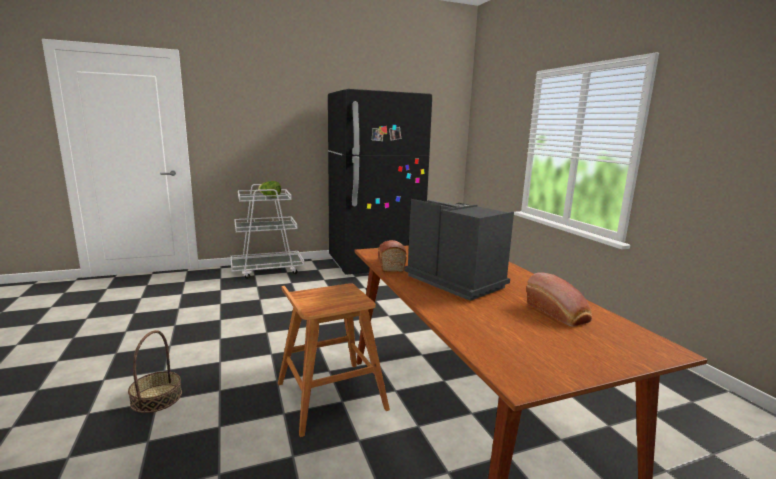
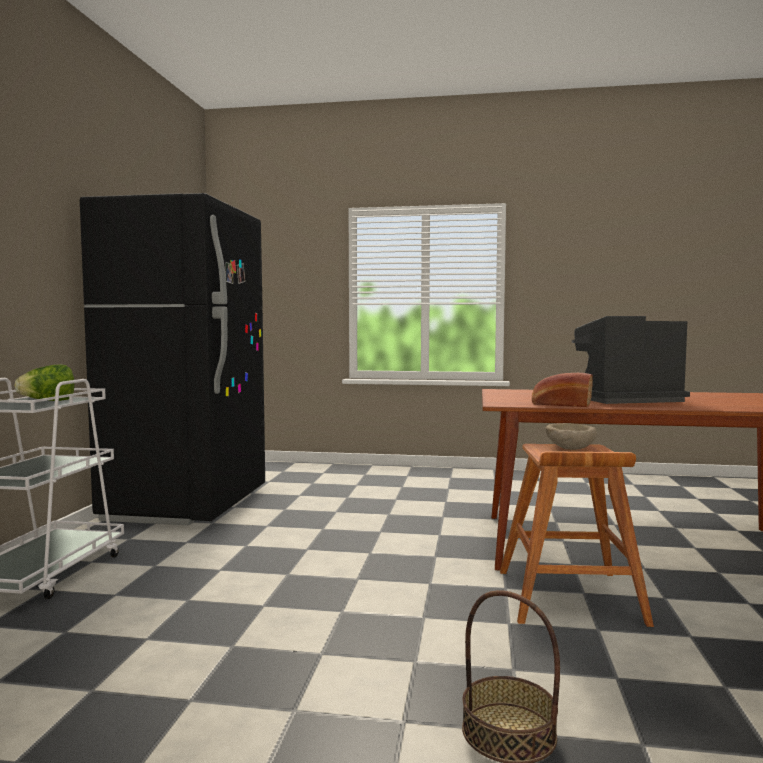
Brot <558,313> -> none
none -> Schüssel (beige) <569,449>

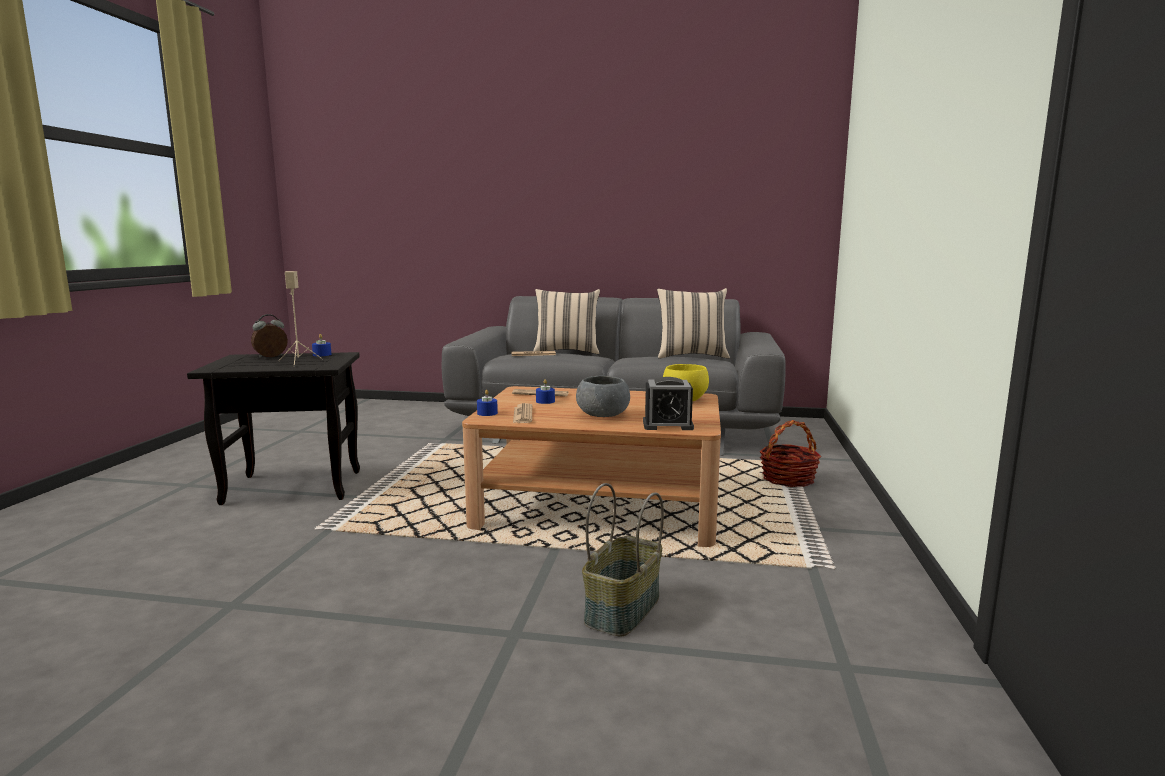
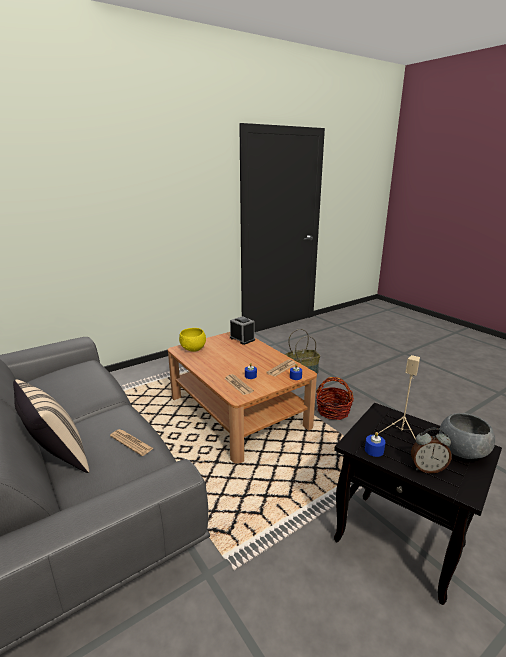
Kissen (beige) <691,356> -> none
Schüssel (grau) <603,415> -> Schüssel (grau) <462,451>, relocated
Korb <788,479> -> Korb <333,411>, relocated

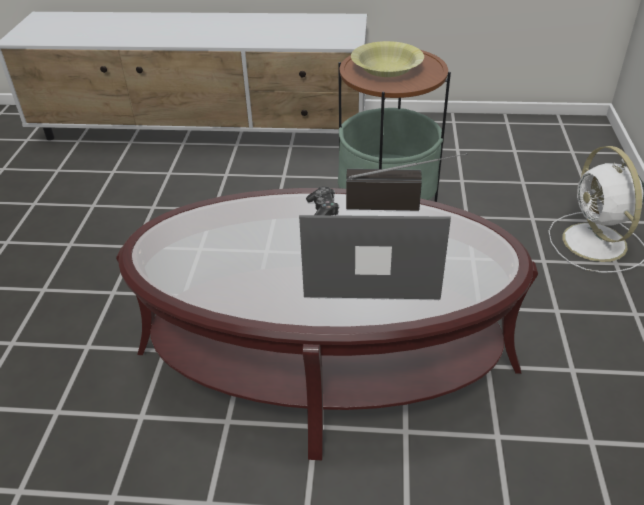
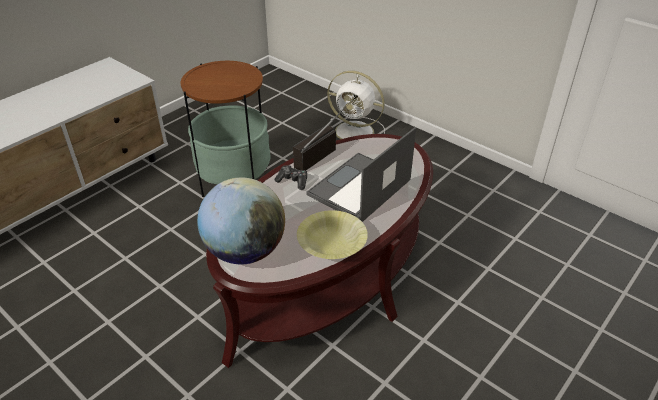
none -> Globus <245,251>
Schüssel (gelb) <386,69> -> Schüssel (gelb) <332,243>, relocated

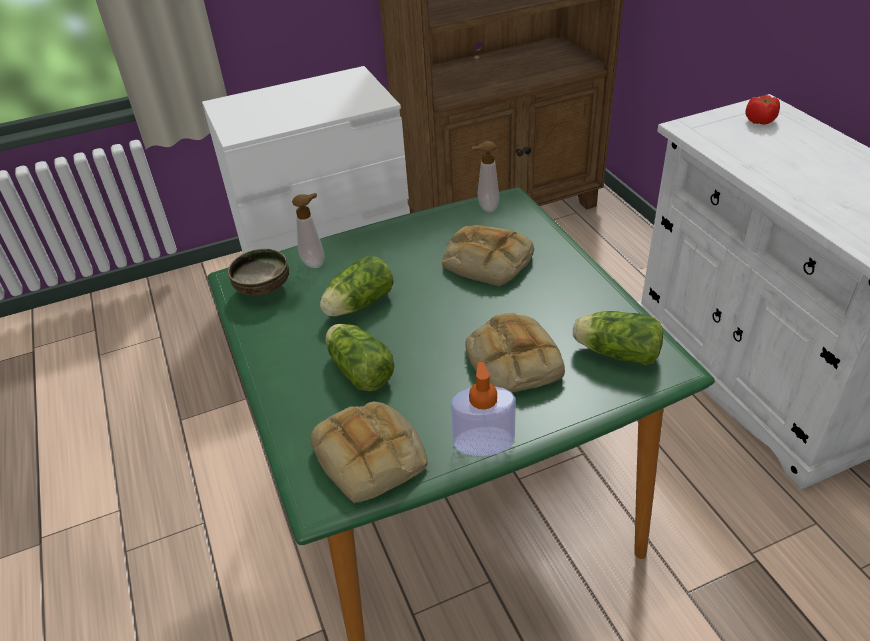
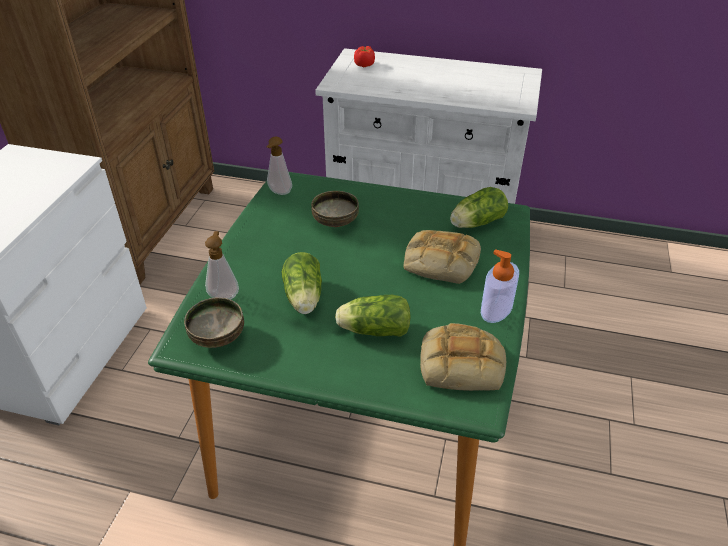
Brot <485,262> -> Schüssel <335,222>

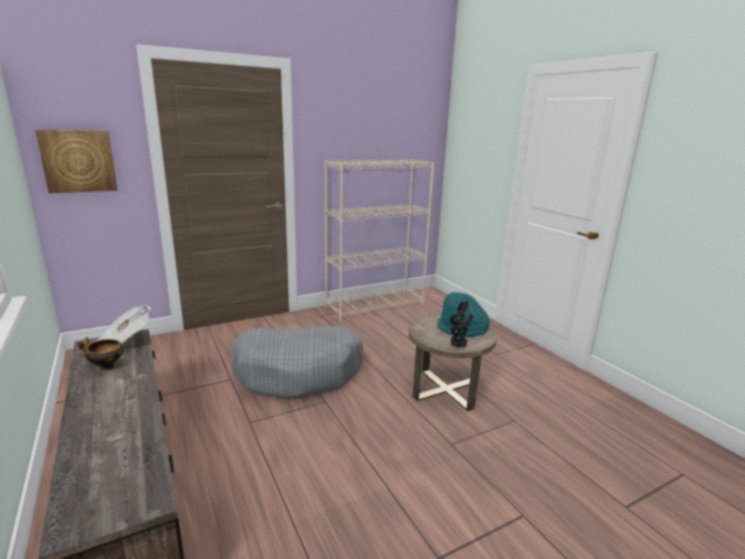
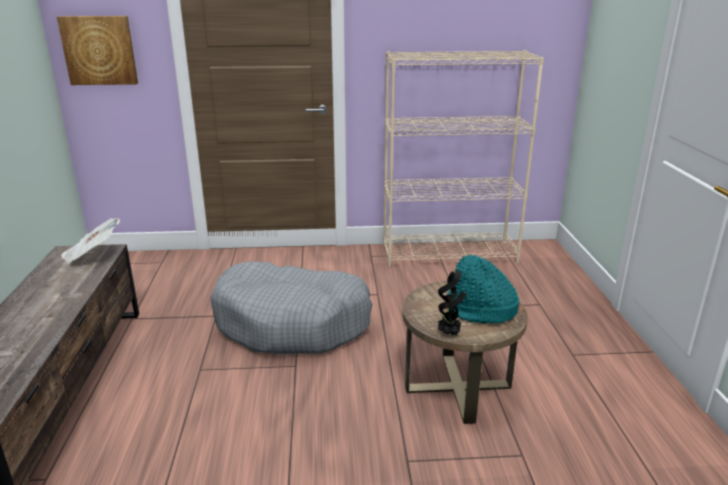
Schüssel <105,367> -> none

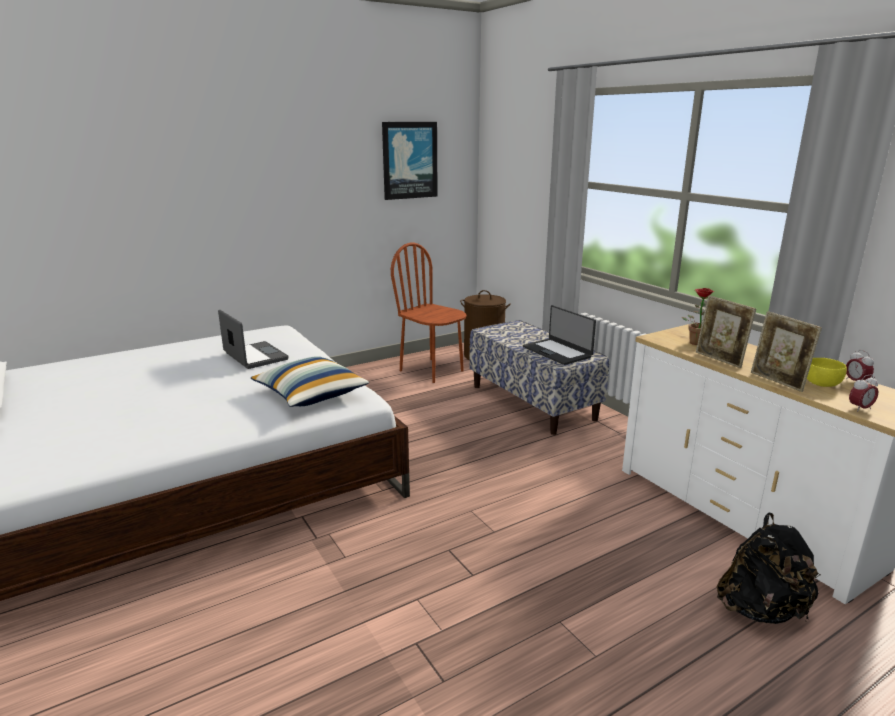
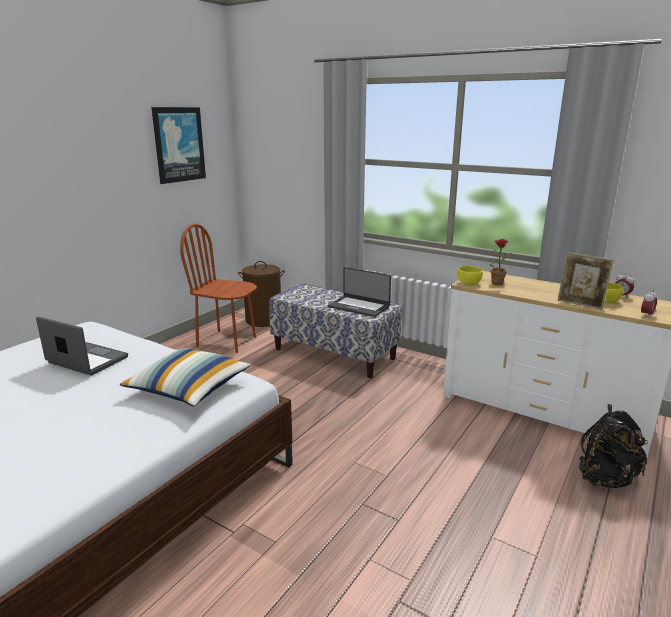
Bilderrahmen <719,360> -> none
none -> Schüssel (gelb) <469,283>

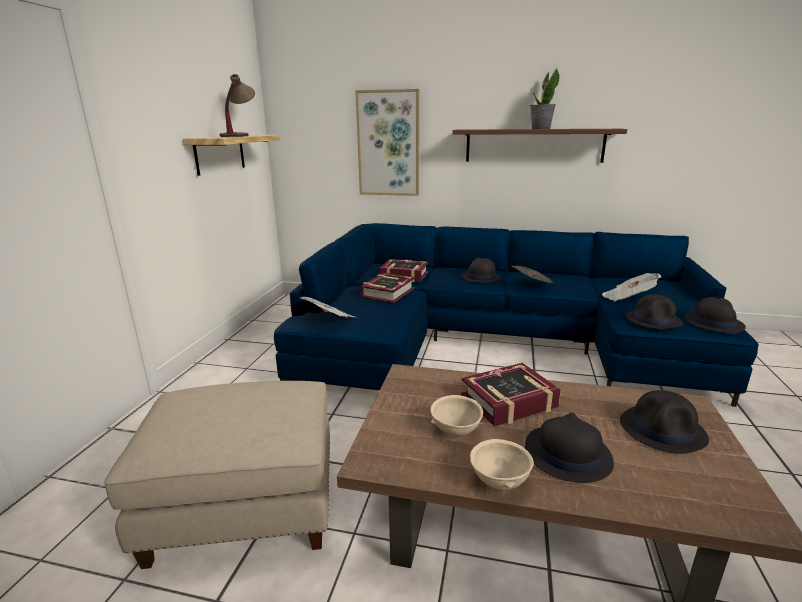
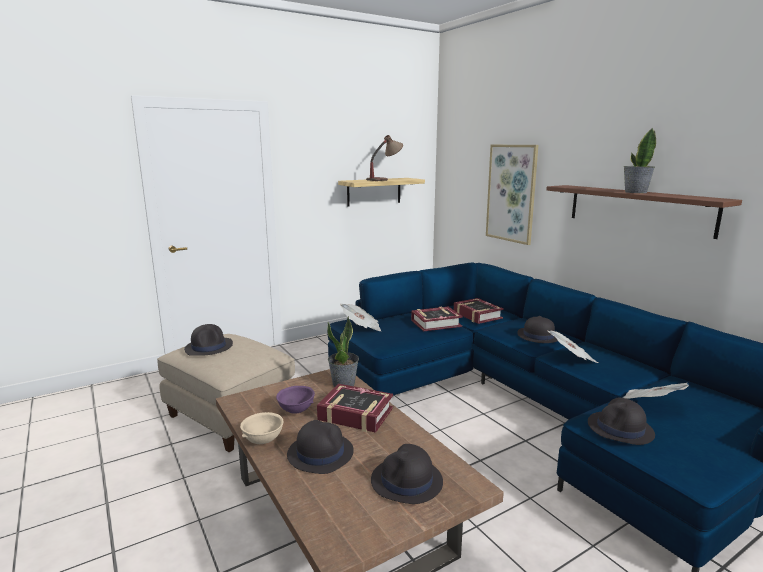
none -> Topfpflanze <344,384>
Hut (schwarz) <713,322> -> Hut (schwarz) <209,347>, relocated
Schüssel (beige) <456,431> -> Schüssel (lila) <296,411>

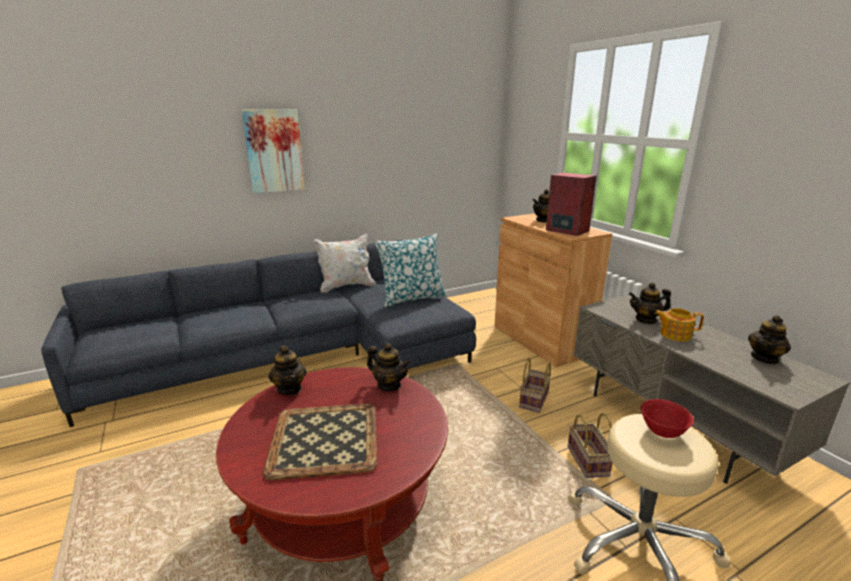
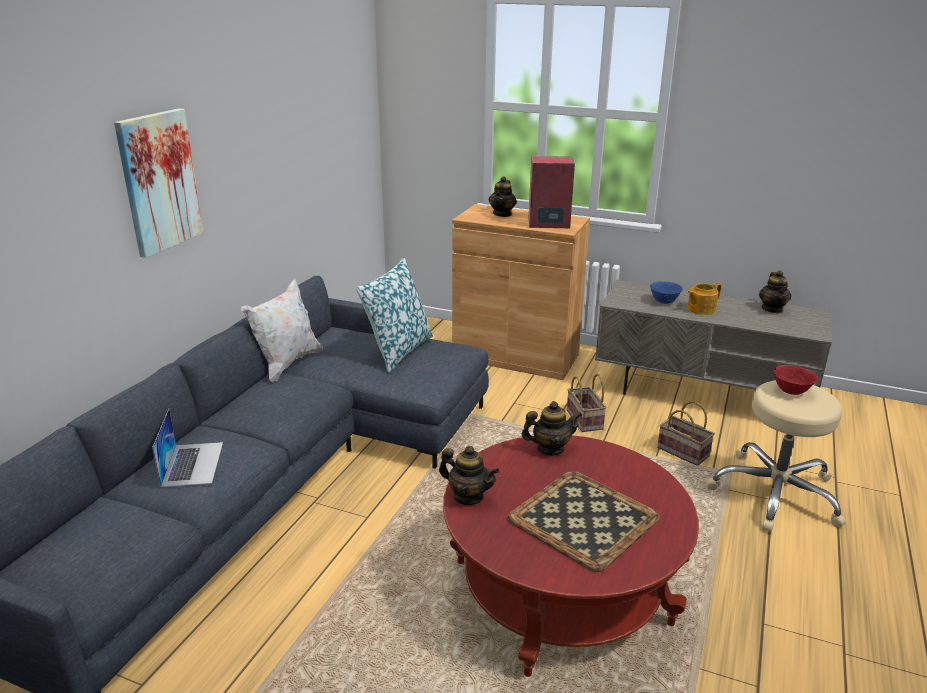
none -> Laptop <192,463>
Teekanne <646,319> -> Schüssel (blau) <664,302>

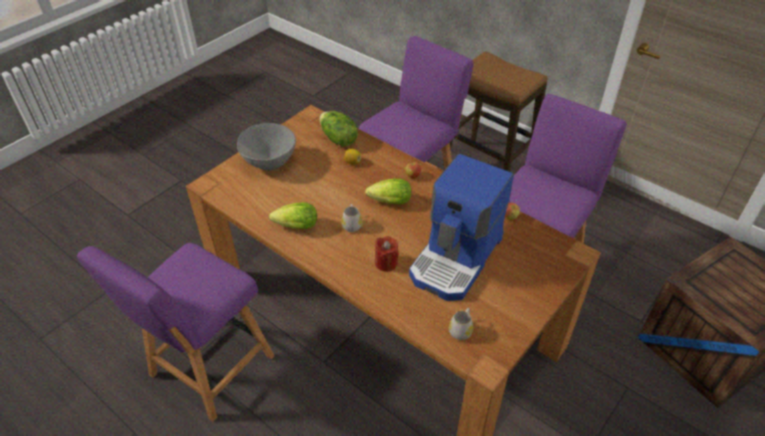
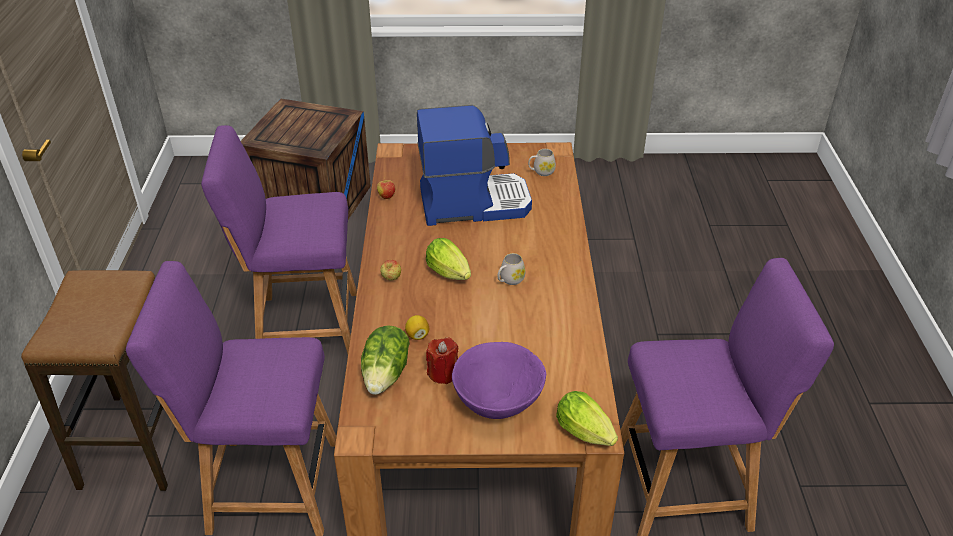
Salatkopf <294,226> -> Salatkopf <587,434>, relocated
Kerze (rot) <386,263> -> Kerze (rot) <443,373>, relocated
Schüssel (grau) <269,163> -> Schüssel (lila) <498,405>

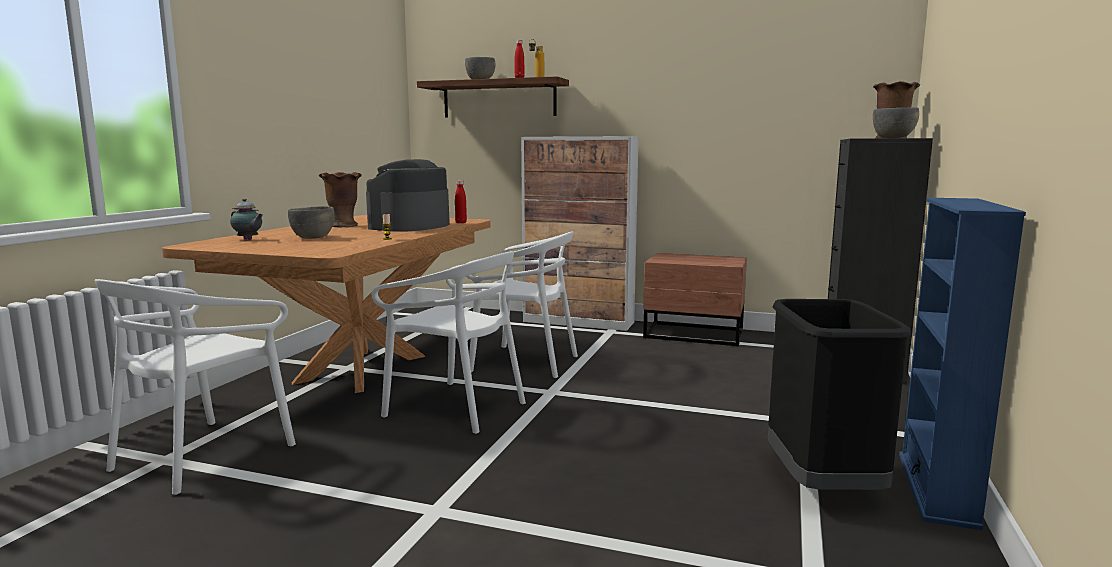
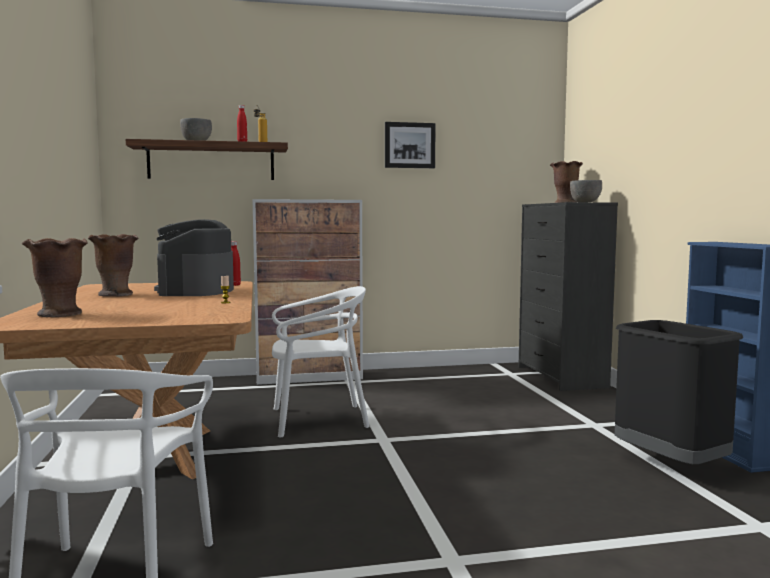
Schüssel (grau) <313,238> -> none
Stuhl (weiß) <456,408> -> none
Nachttisch (braun) <695,335> -> none
none -> Bild <409,145>
Teekanne <248,239> -> Vase (braun) <60,314>

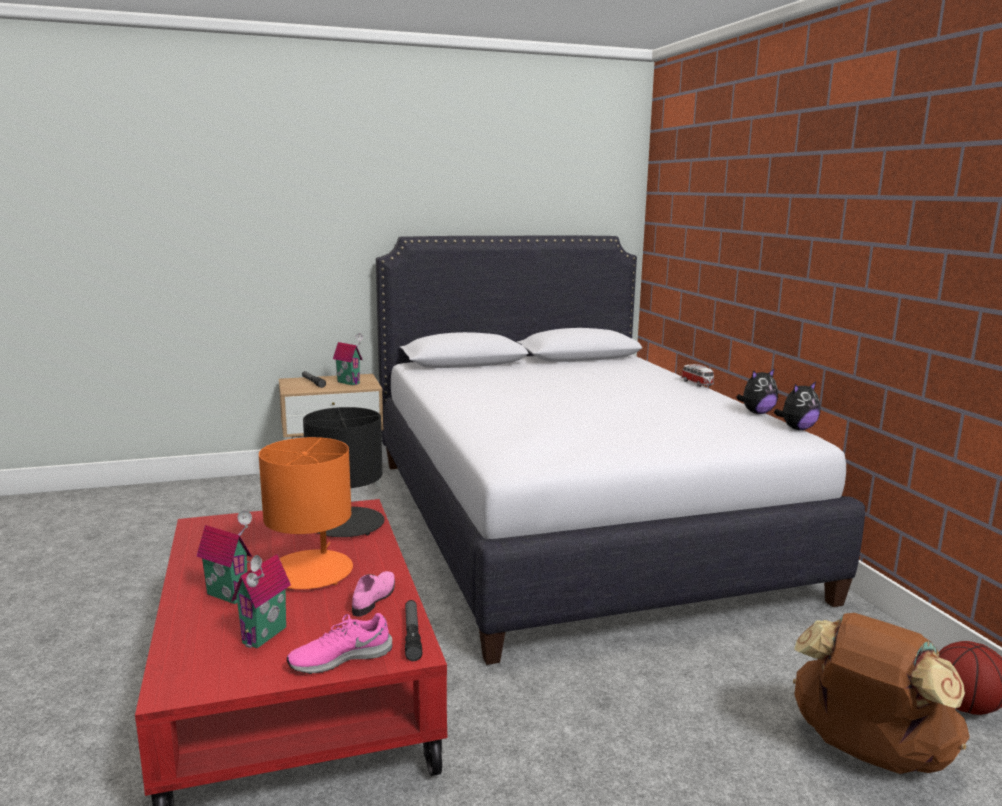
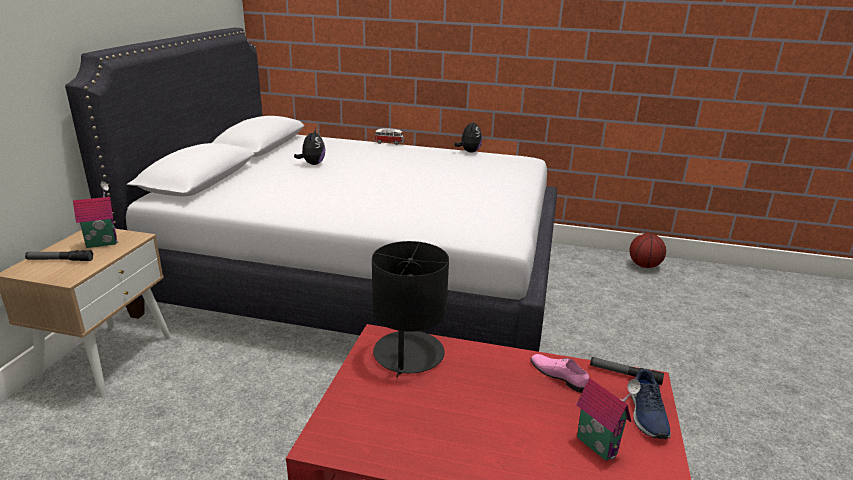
Spielzeughaus <230,594> -> none
Tischlampe (orange) <311,571> -> none
Rucksack (braun) <867,753> -> none
Plüschtier <797,429> -> Plüschtier <312,164>, relocated
Schuh (rosa) <340,658> -> Schuh (blau) <646,414>

